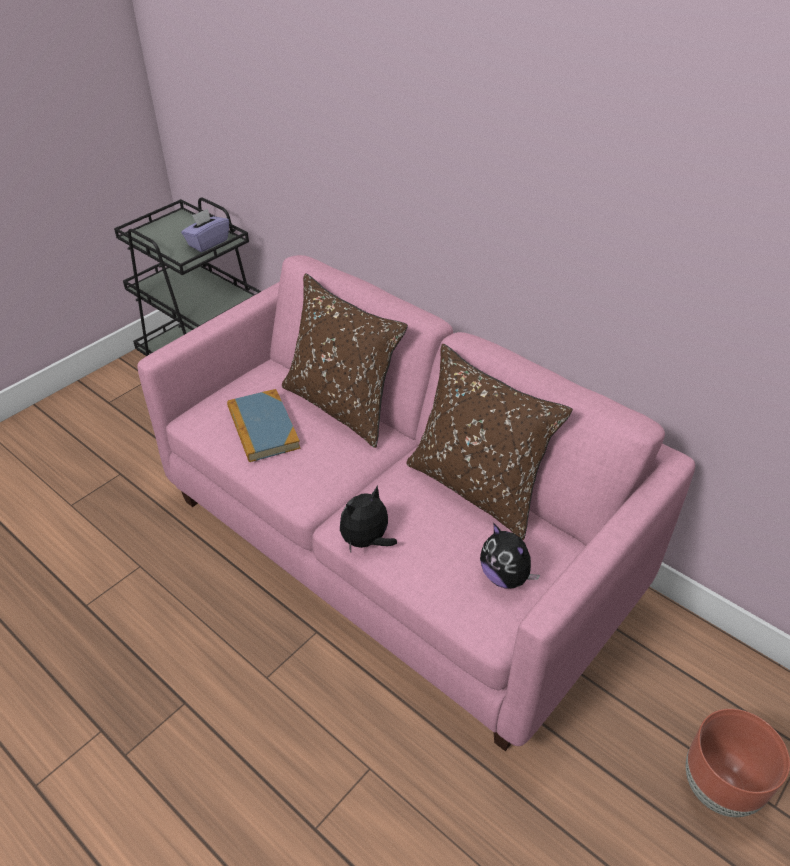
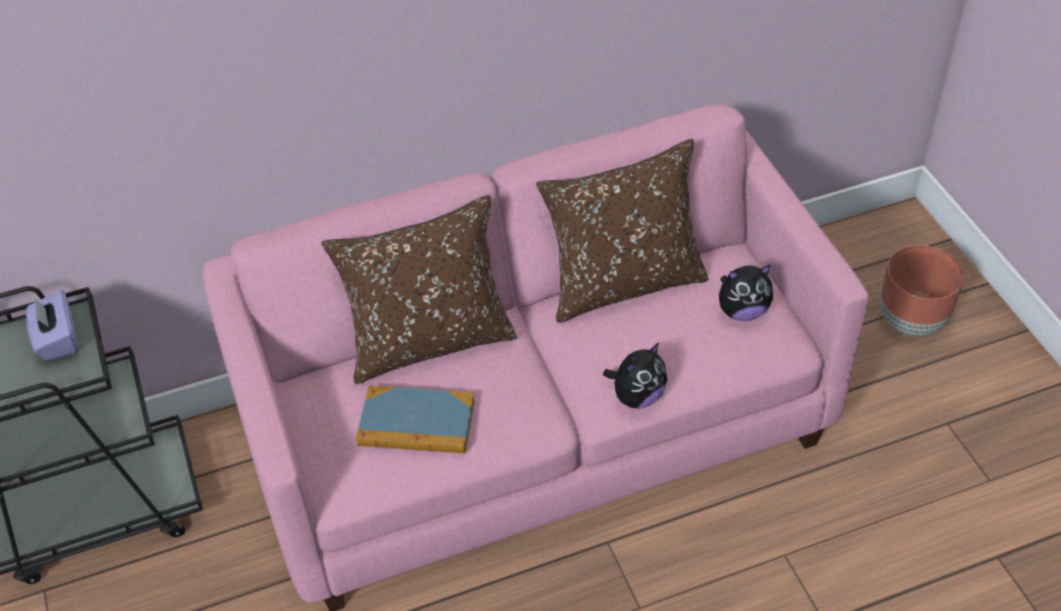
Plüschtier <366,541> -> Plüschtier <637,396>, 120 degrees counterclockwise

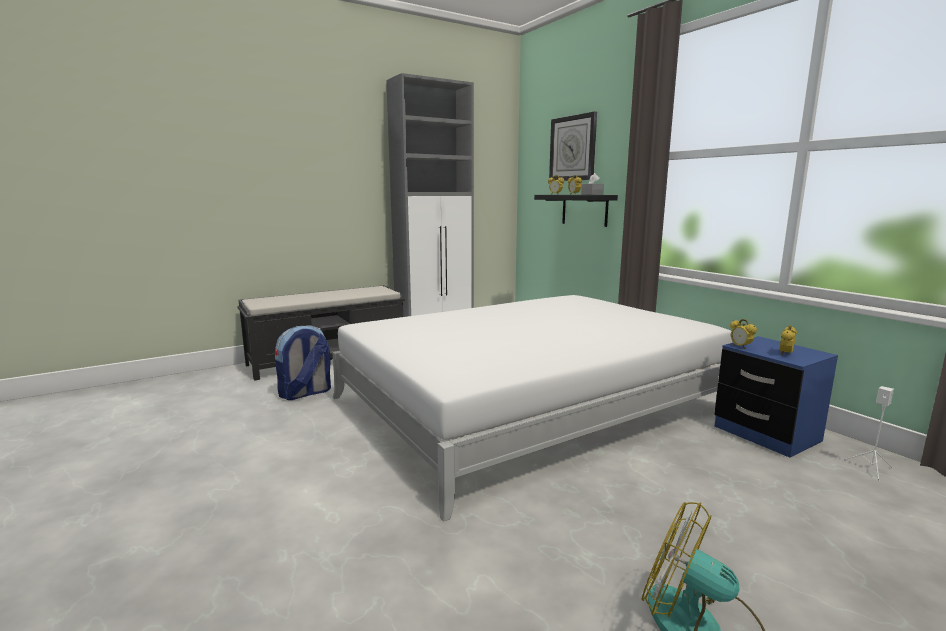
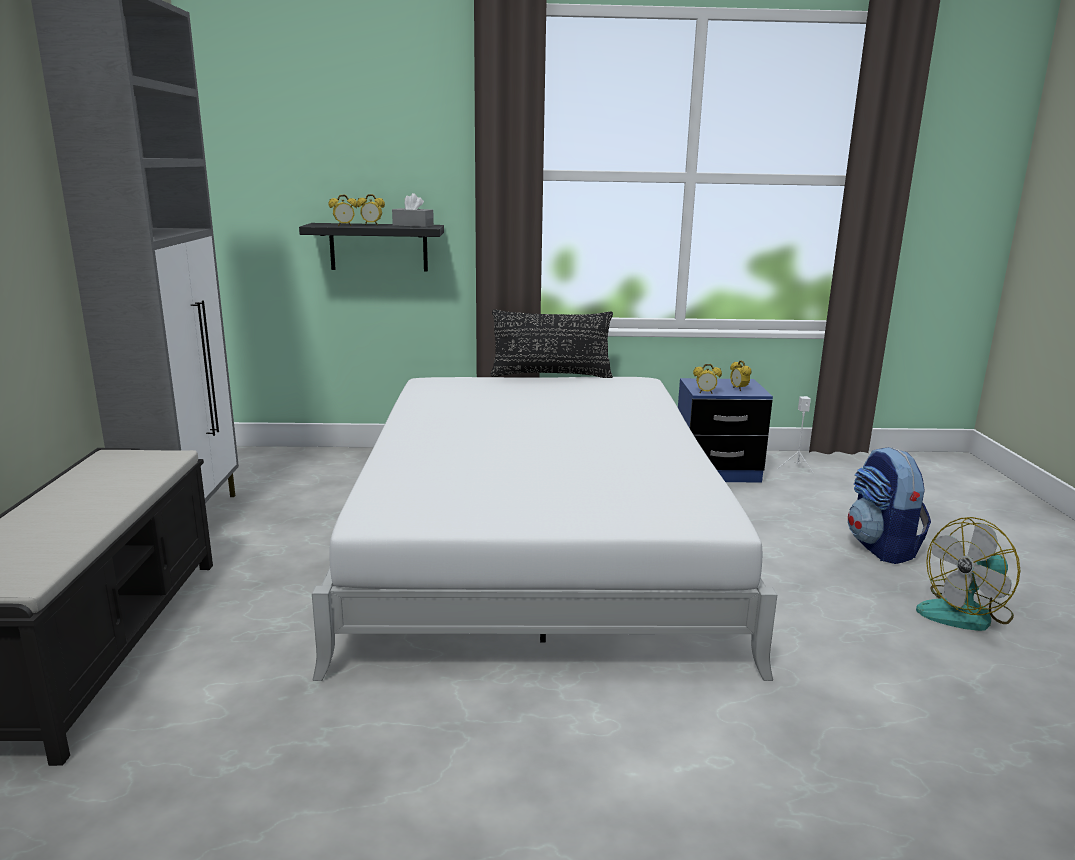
Wanduhr <573,148> -> none
none -> Kissen (schwarz) <551,375>
Rucksack <305,393> -> Rucksack <881,548>, relocated

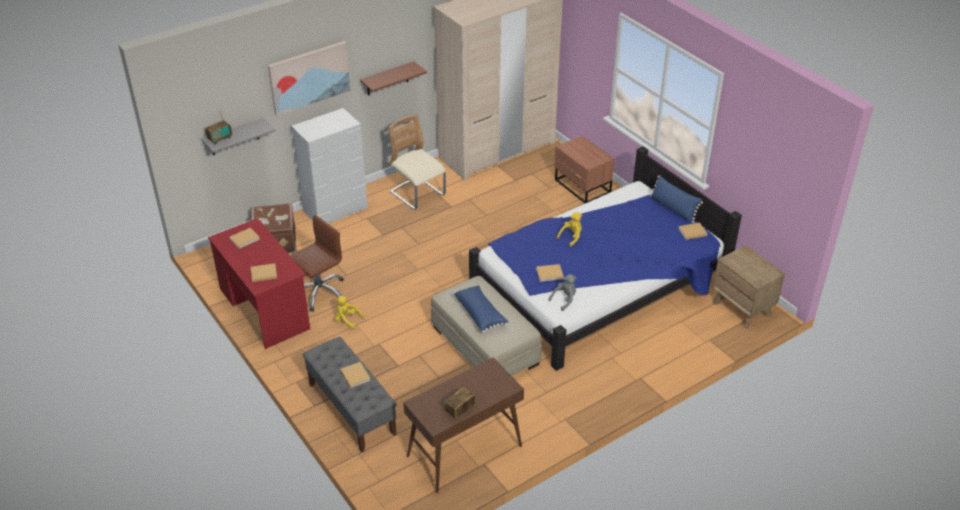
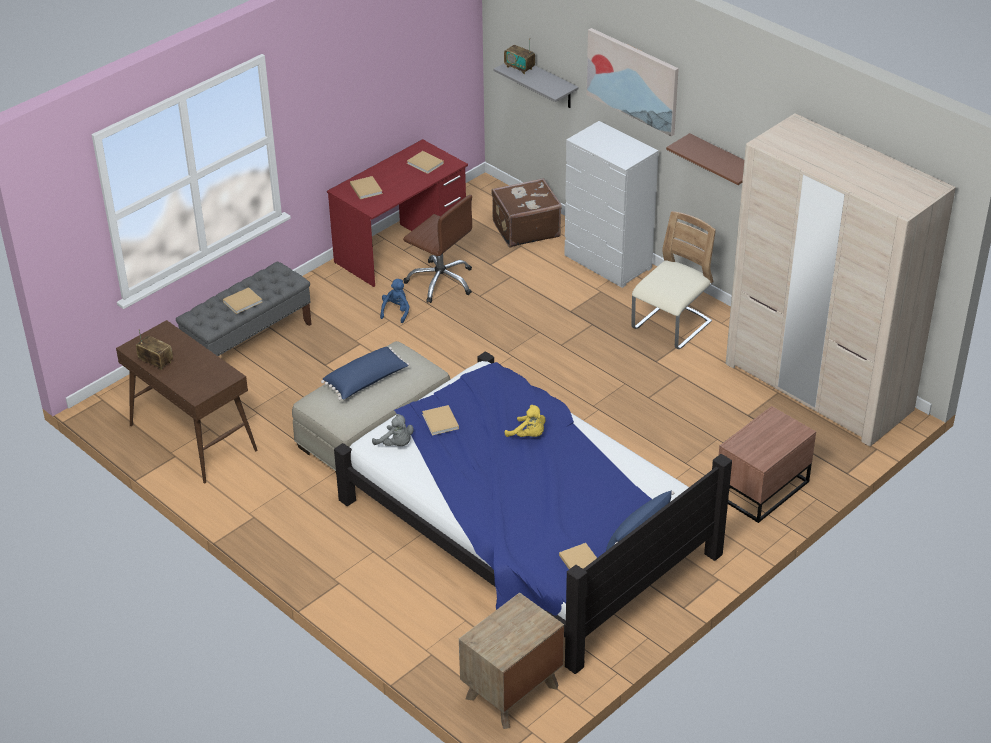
Plüschtier (gelb) <347,320> -> Plüschtier (blau) <396,311>

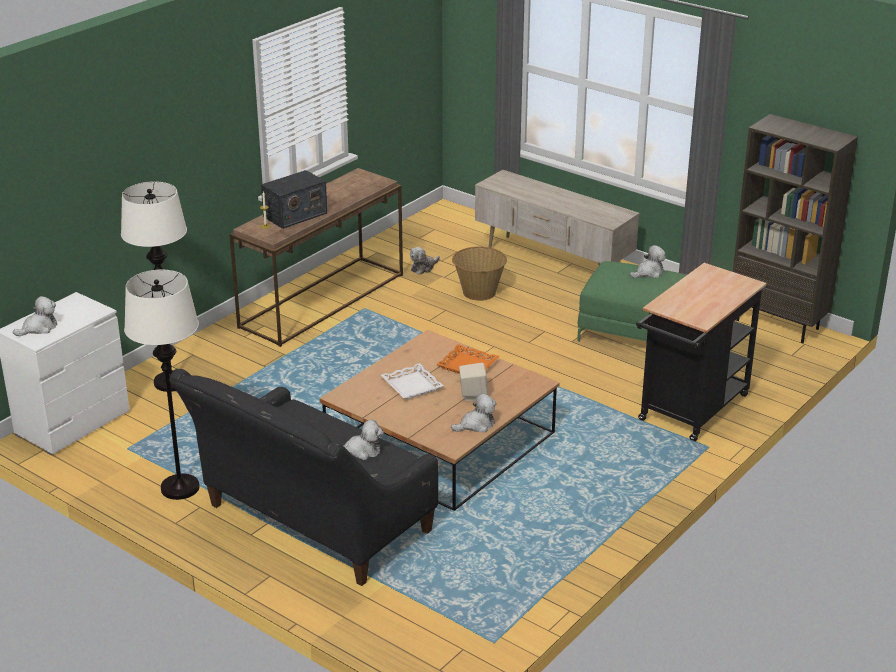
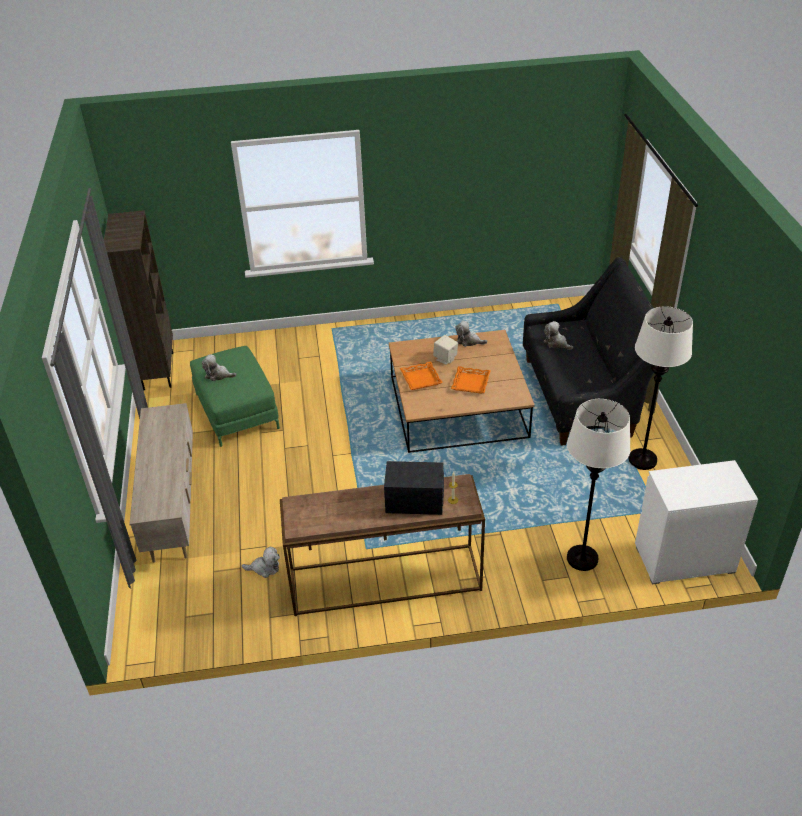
Plüschtier <39,328> -> none
Korb <479,293> -> none
Rollwagen (schwarz) <690,412> -> none
Tablett (weiß) <412,385> -> Tablett (orange) <470,383>

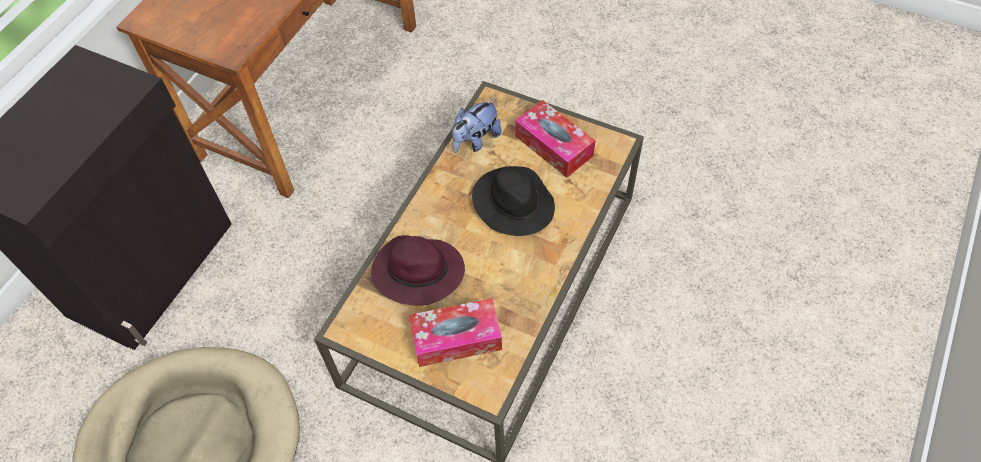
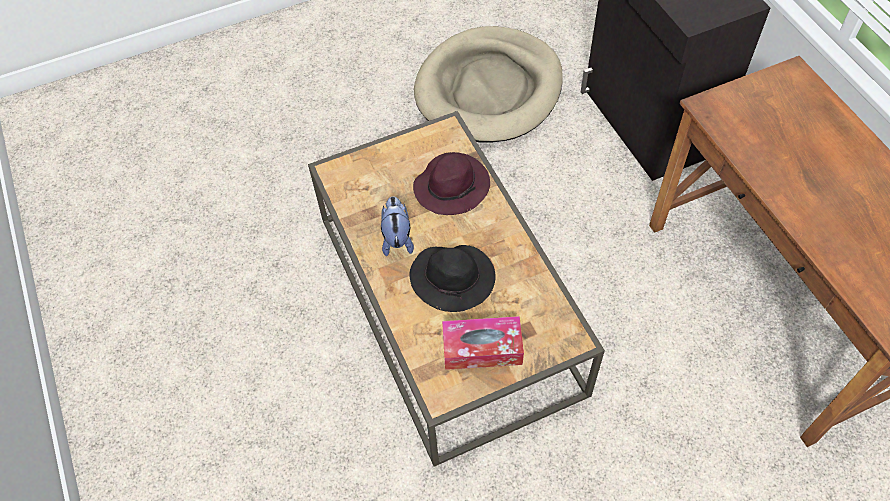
Taschentuchbox <456,338> -> none
Plüschtier <476,140> -> Plüschtier <397,238>, relocated

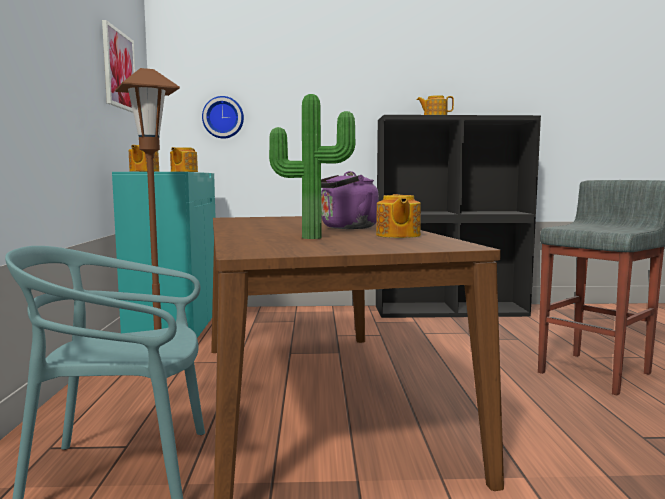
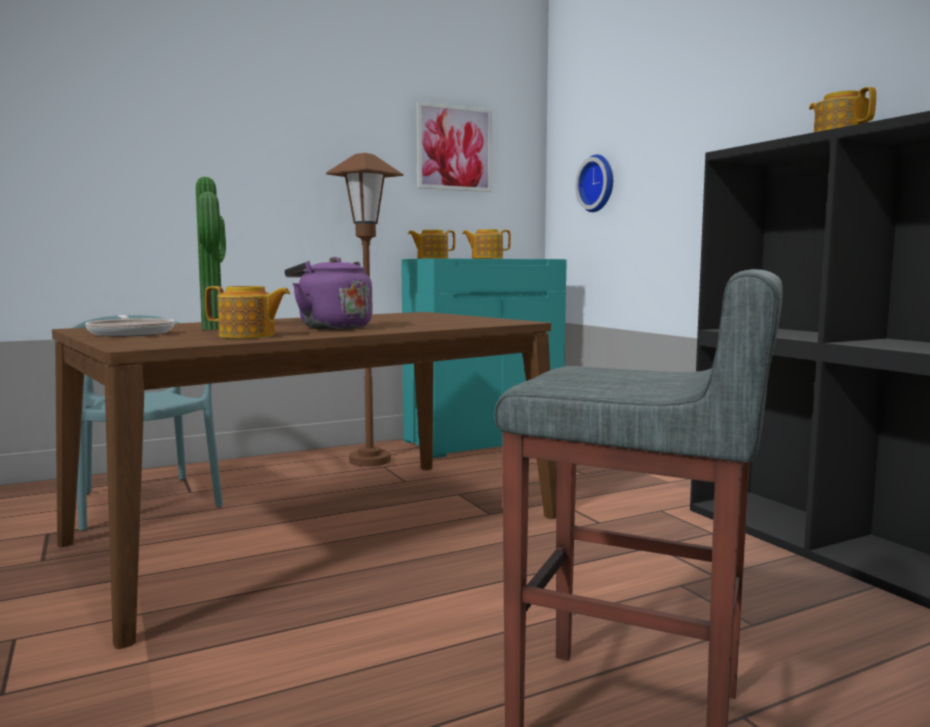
none -> Pfanne <131,333>
Teekanne <397,235> -> Teekanne <248,336>, 150 degrees counterclockwise

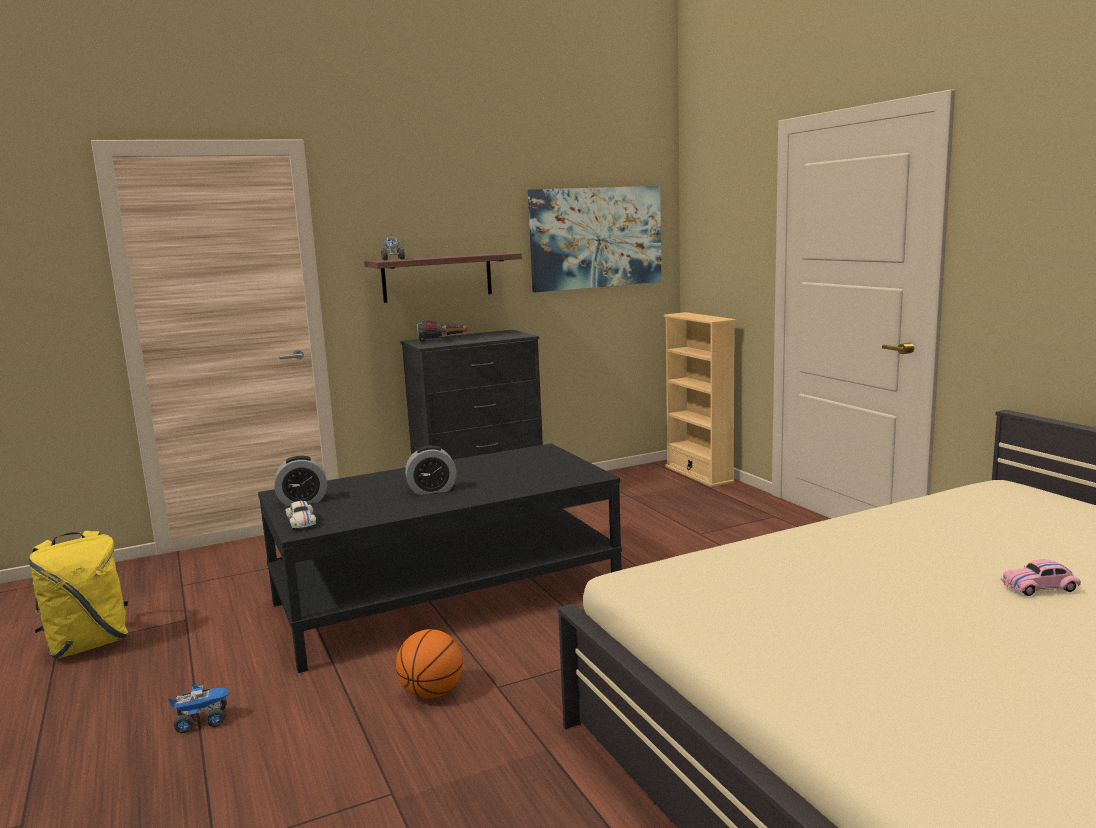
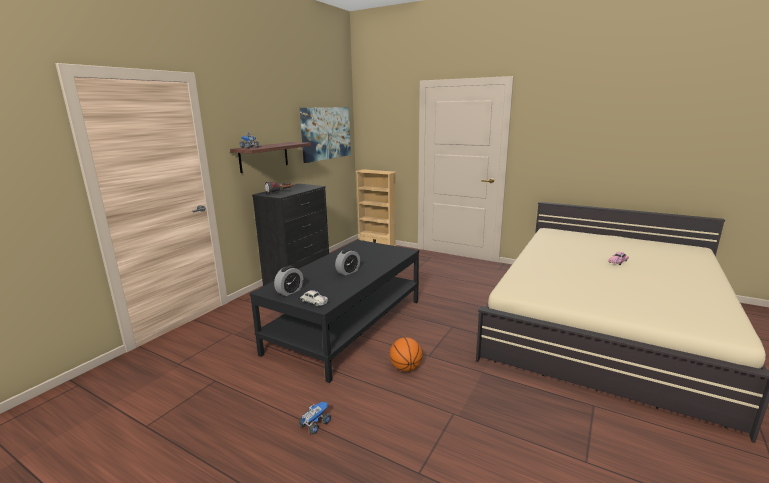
Rucksack (gelb) <88,645> -> none

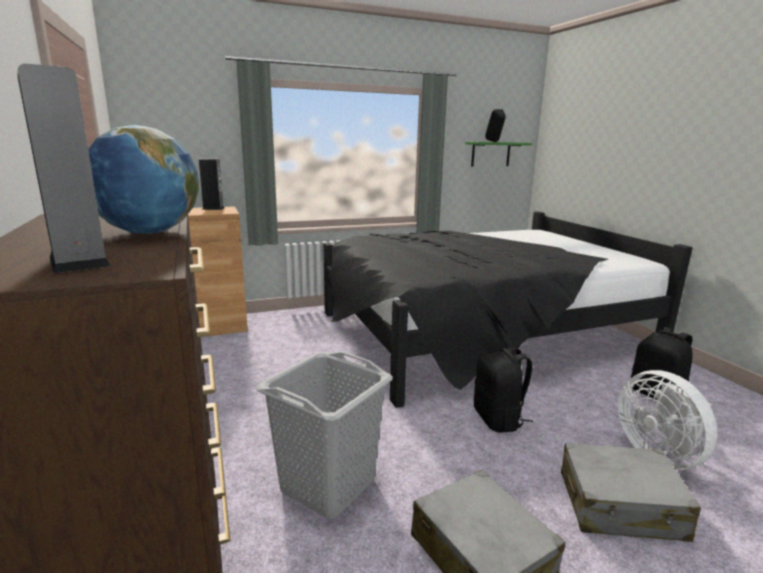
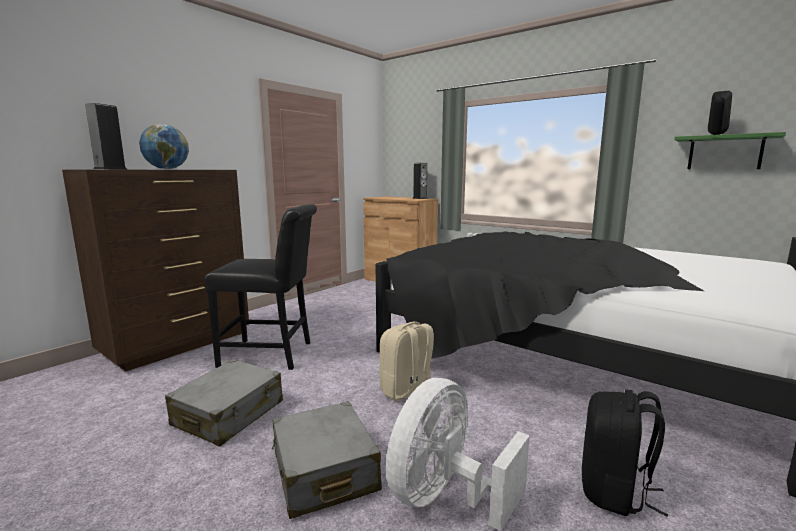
Wäschekorb (grau) <328,485> -> Stuhl (schwarz) <271,354>
Rucksack (schwarz) <499,420> -> Rucksack (beige) <407,392>

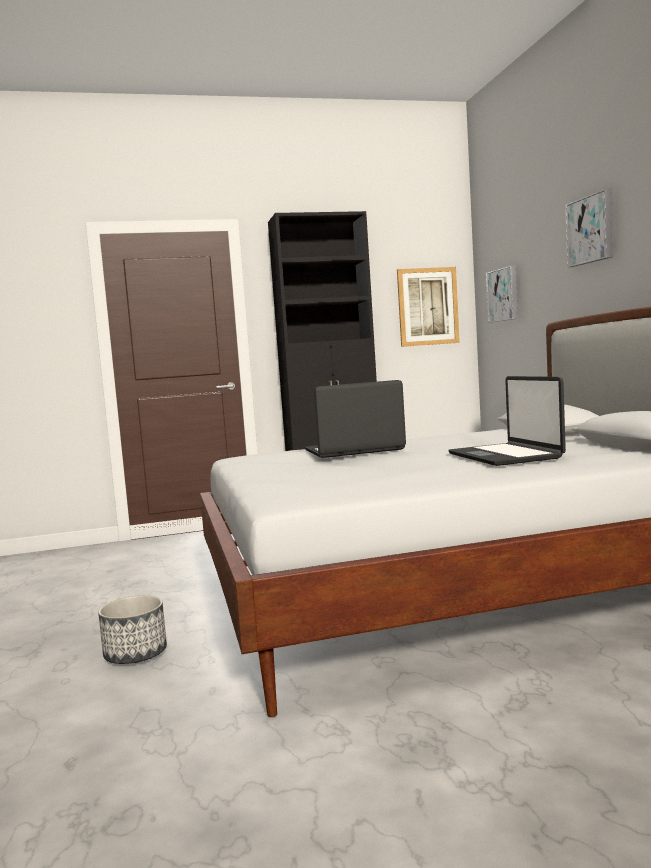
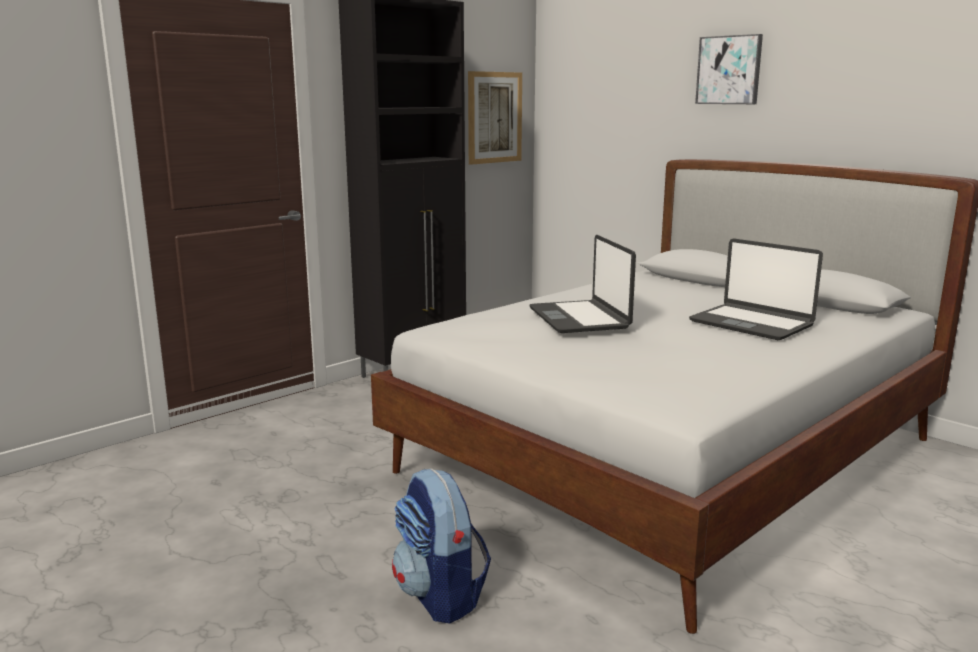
Bild <503,295> -> none
Pflanzkübel <136,655> -> Rucksack <440,595>
Laptop <354,450> -> Laptop <580,318>, 60 degrees counterclockwise

